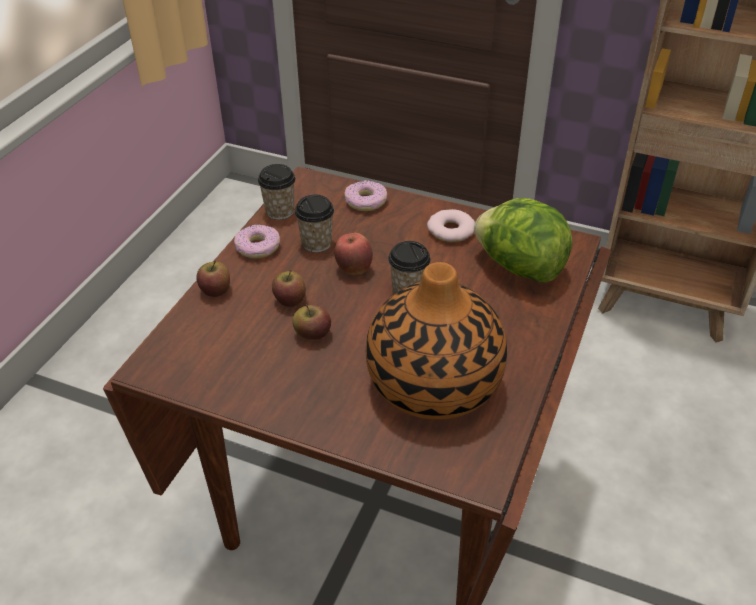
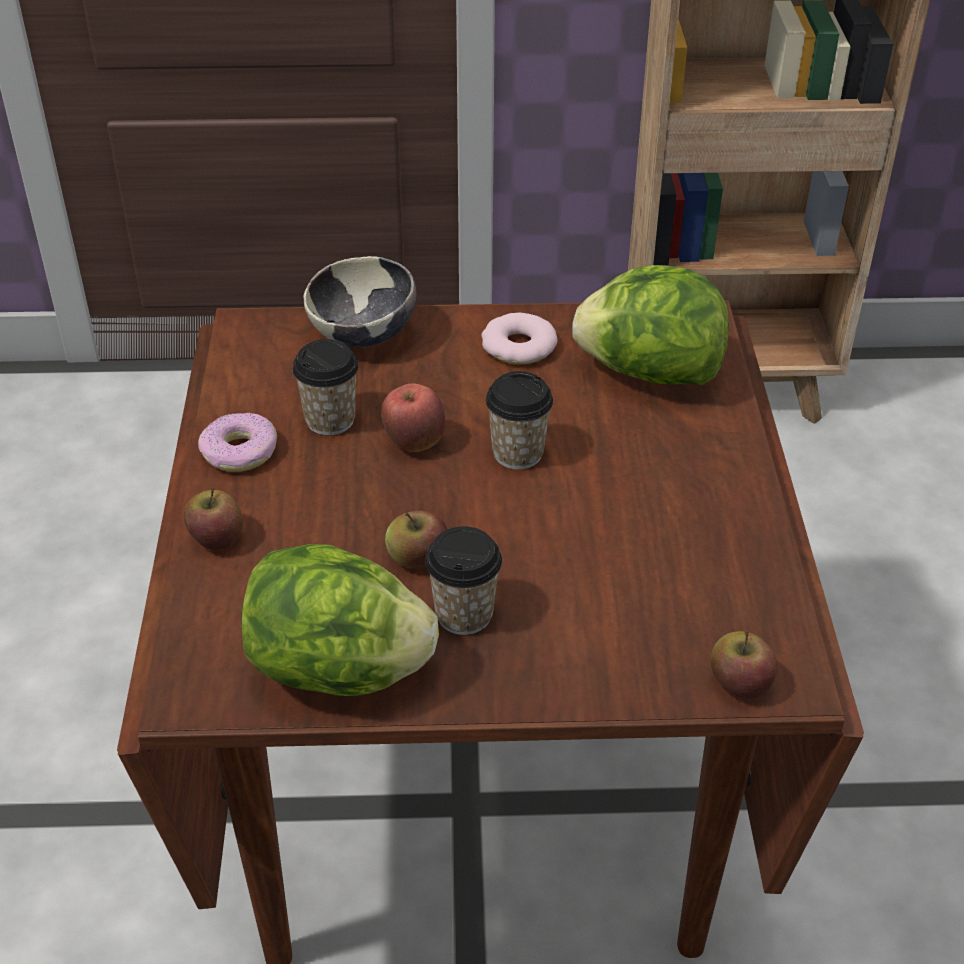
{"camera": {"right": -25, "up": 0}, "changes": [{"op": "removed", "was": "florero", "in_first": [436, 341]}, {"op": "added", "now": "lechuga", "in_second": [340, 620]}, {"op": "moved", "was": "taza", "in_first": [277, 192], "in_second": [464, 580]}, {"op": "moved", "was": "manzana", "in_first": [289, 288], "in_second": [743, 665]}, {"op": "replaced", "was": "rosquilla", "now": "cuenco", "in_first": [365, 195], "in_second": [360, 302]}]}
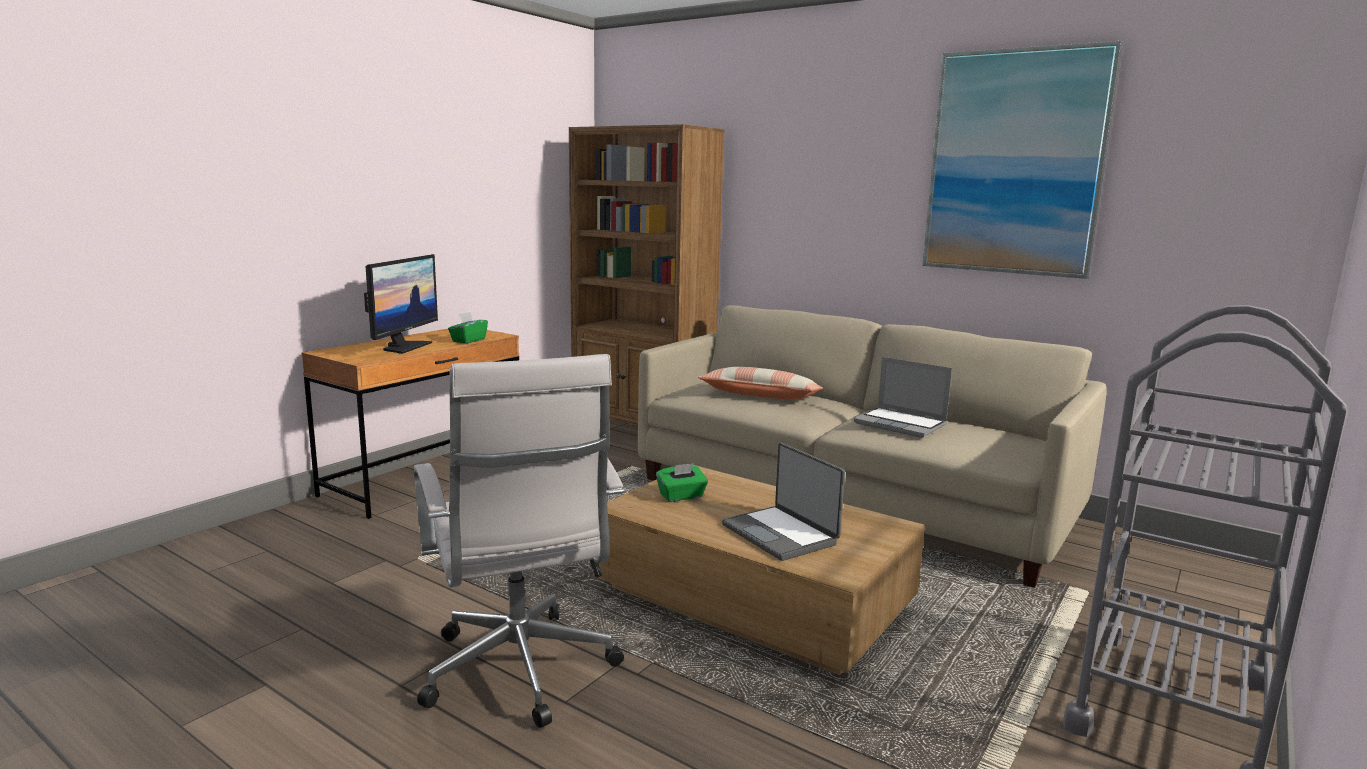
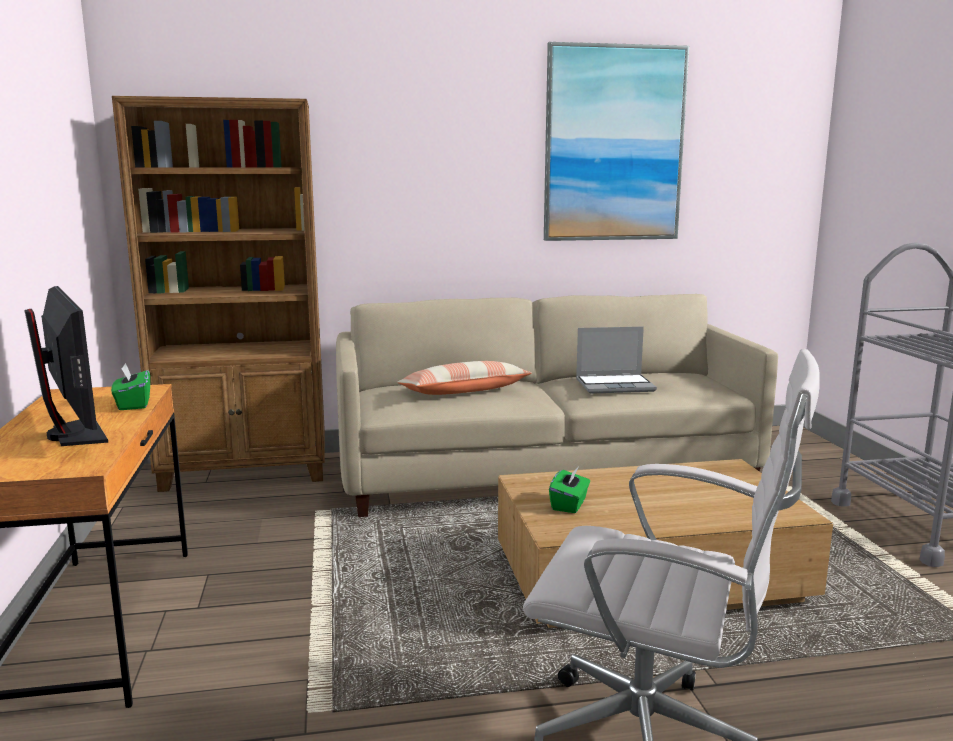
{"camera": {"right": -45, "up": 0}, "changes": [{"op": "removed", "was": "portátil", "in_first": [783, 502]}]}
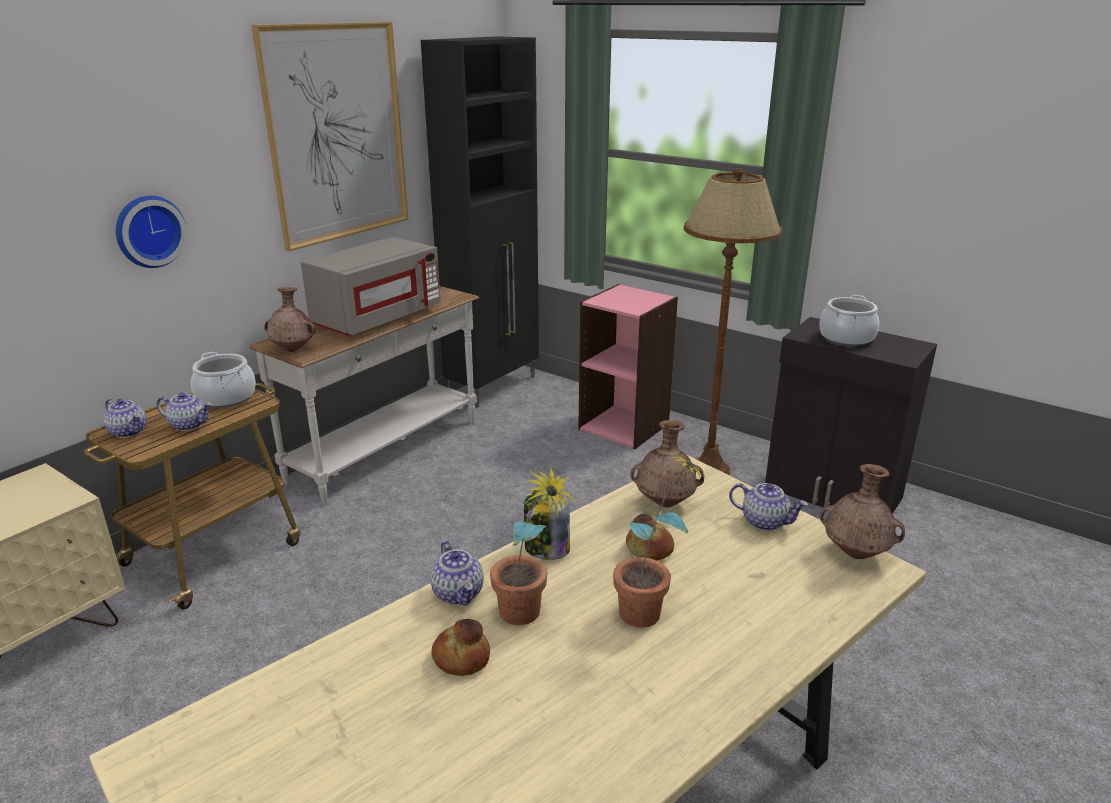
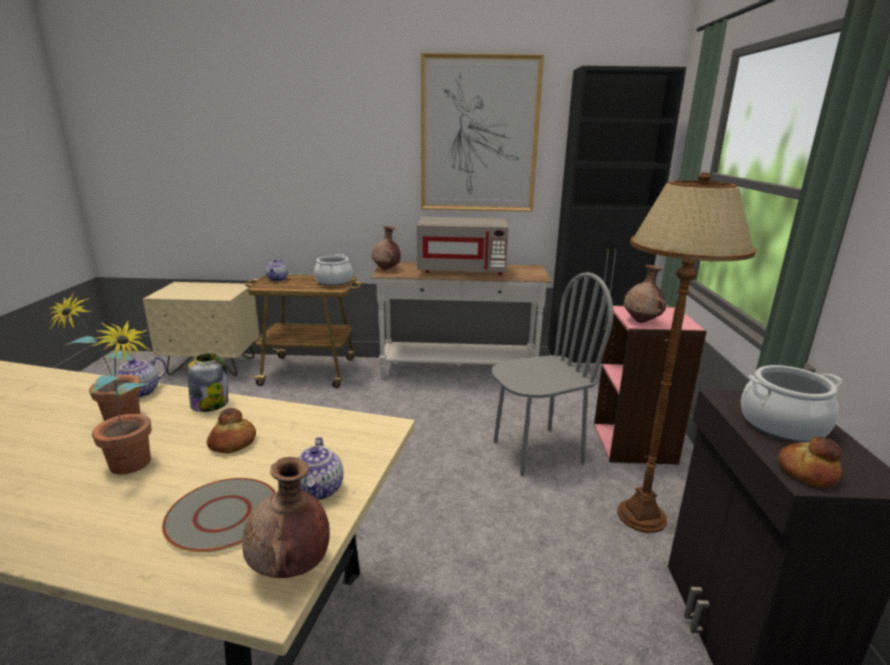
{"camera": {"right": 55, "up": -5}, "changes": [{"op": "removed", "was": "reloj de pared", "in_first": [151, 232]}, {"op": "removed", "was": "tetera", "in_first": [184, 411]}, {"op": "added", "now": "plato/gris", "in_second": [219, 515]}, {"op": "added", "now": "silla/gris", "in_second": [552, 374]}, {"op": "moved", "was": "pan", "in_first": [460, 647], "in_second": [810, 462]}, {"op": "moved", "was": "florero/marrón", "in_first": [667, 463], "in_second": [645, 294]}]}
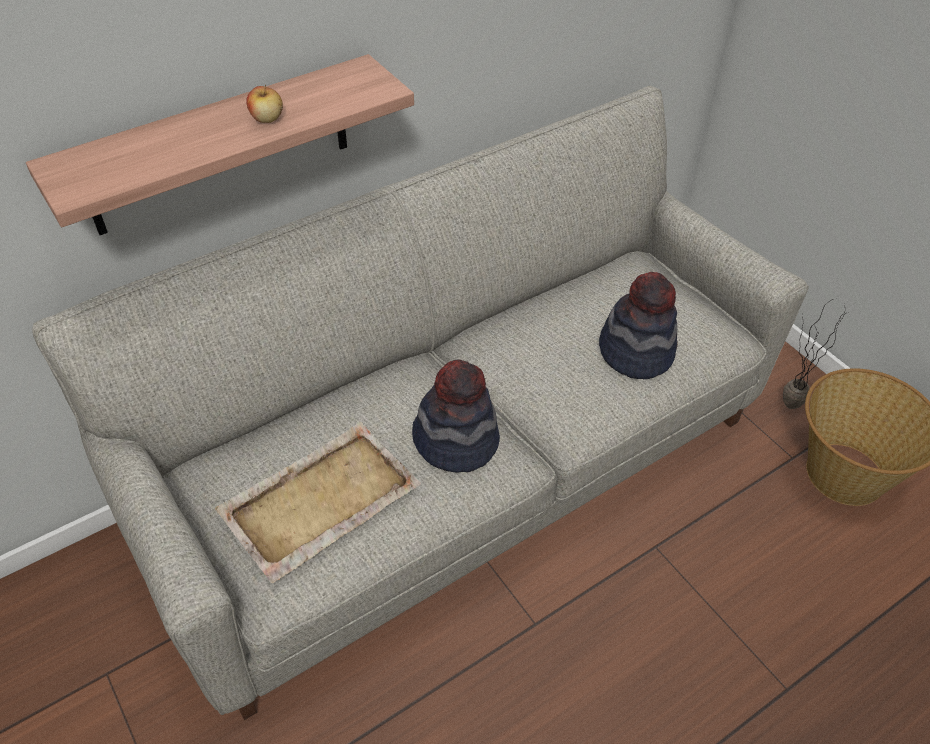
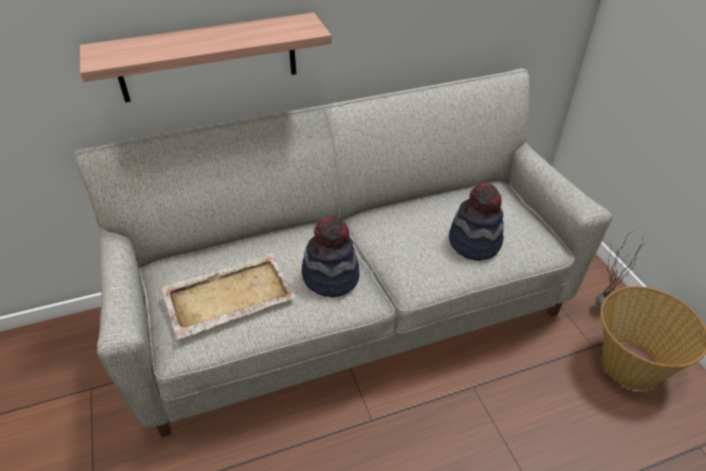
{"camera": {"right": 15, "up": -5}, "changes": [{"op": "removed", "was": "manzana", "in_first": [264, 104]}]}
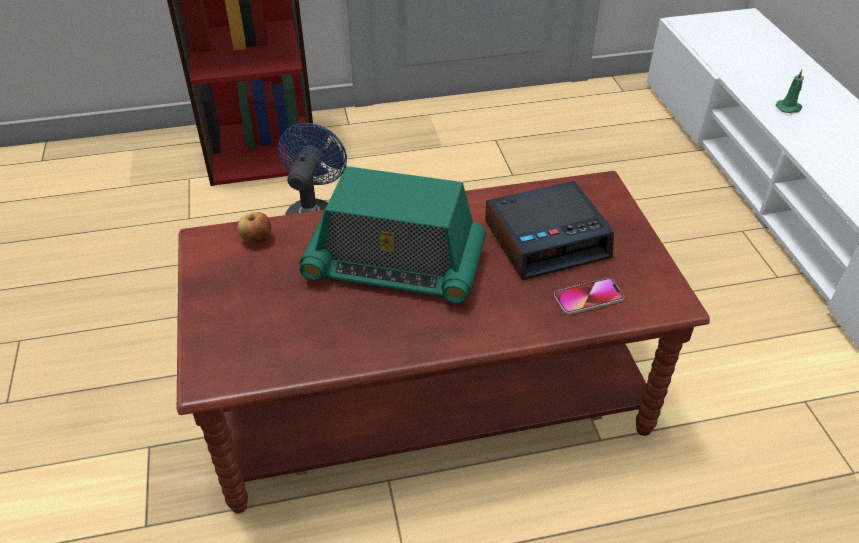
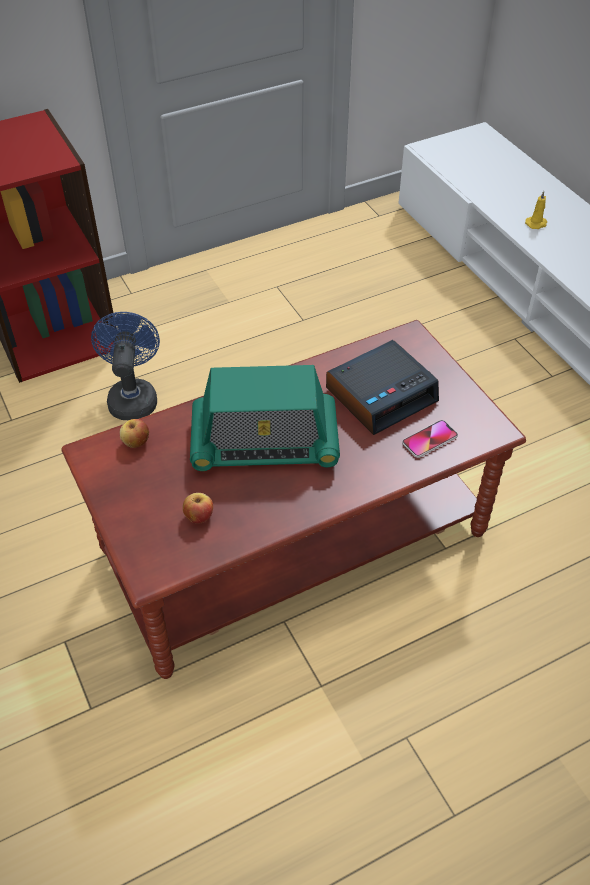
{"camera": {"right": -15, "up": 5}, "changes": [{"op": "added", "now": "manzana", "in_second": [198, 508]}, {"op": "recoloured", "was": "vela/verde", "now": "vela/amarillo", "in_first": [790, 91], "in_second": [536, 210]}]}
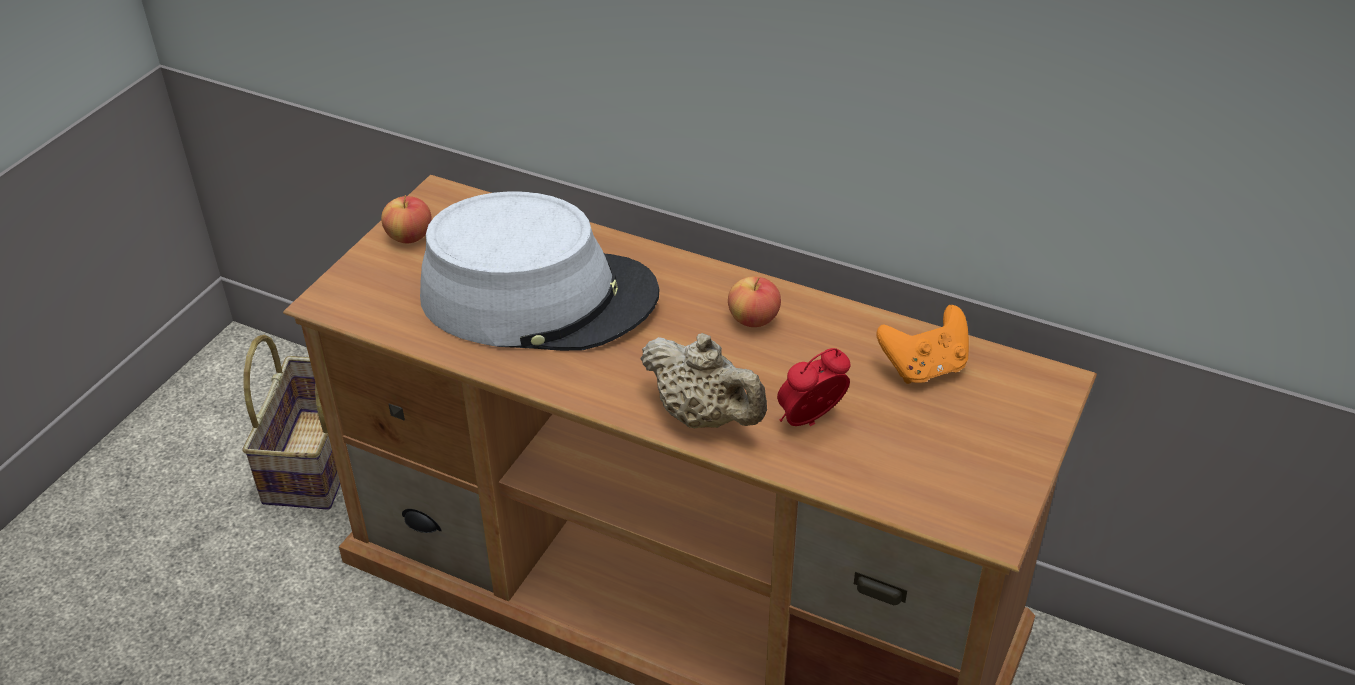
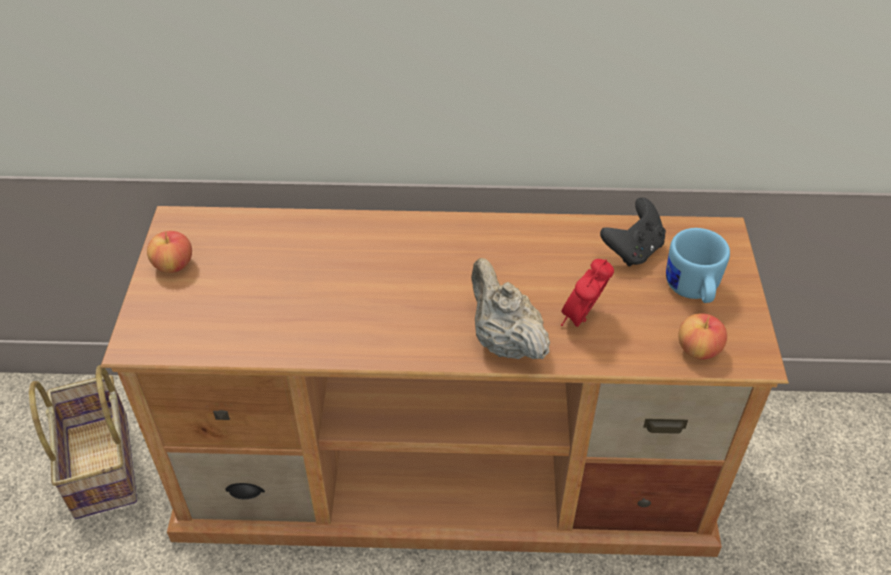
{"camera": {"right": -25, "up": 5}, "changes": [{"op": "removed", "was": "sombrero/gris", "in_first": [540, 271]}, {"op": "added", "now": "taza grande/azul", "in_second": [698, 265]}, {"op": "moved", "was": "manzana", "in_first": [754, 301], "in_second": [702, 336]}, {"op": "recoloured", "was": "mando de consola/naranja", "now": "mando de consola/negro", "in_first": [922, 344], "in_second": [633, 232]}, {"op": "turned", "was": "tetera/beis", "in_first": [703, 380], "in_second": [510, 308], "clockwise": -135}]}
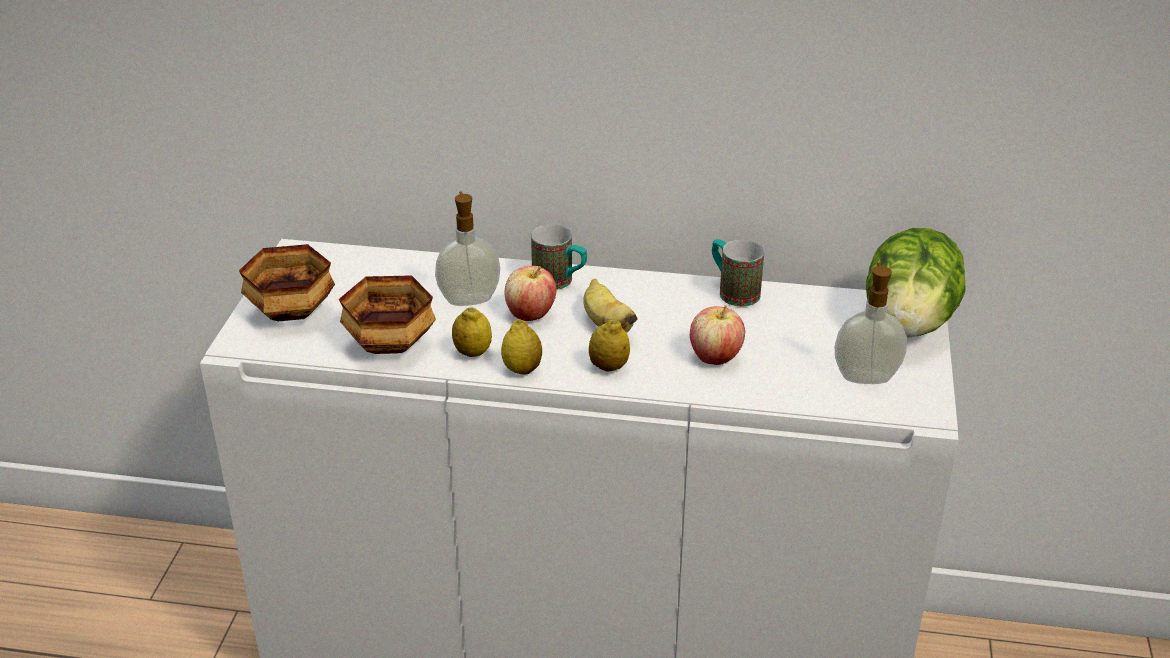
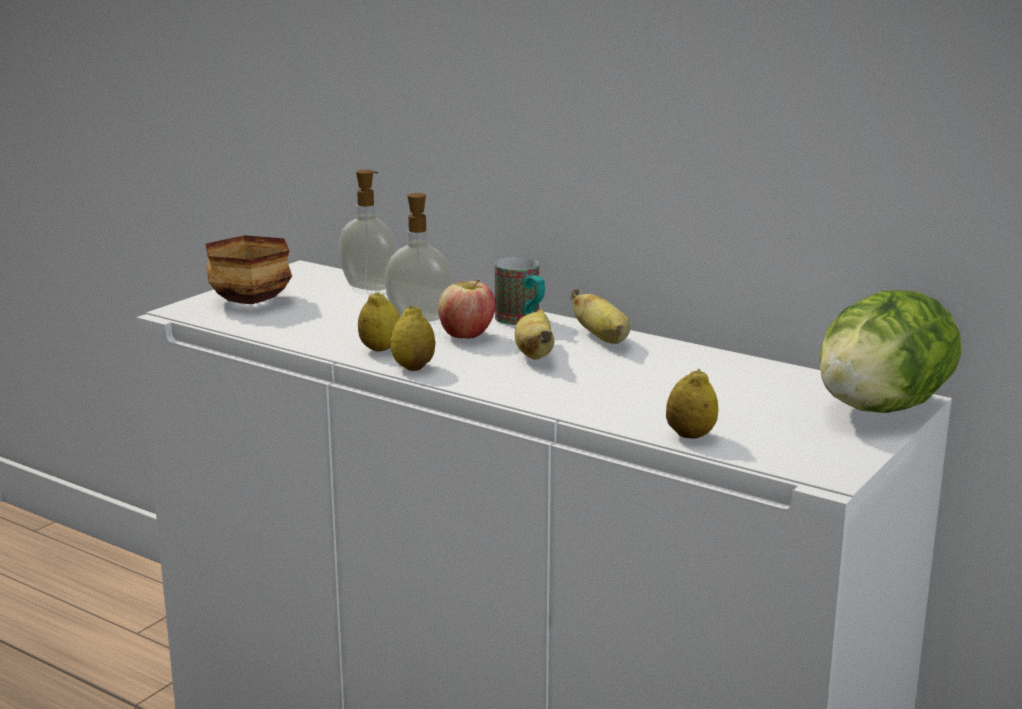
{"camera": {"right": 25, "up": -15}, "changes": [{"op": "removed", "was": "cuenco", "in_first": [387, 314]}, {"op": "removed", "was": "manzana", "in_first": [717, 335]}, {"op": "removed", "was": "taza grande", "in_first": [738, 272]}, {"op": "added", "now": "plátano", "in_second": [600, 316]}, {"op": "moved", "was": "limón", "in_first": [609, 345], "in_second": [692, 403]}, {"op": "moved", "was": "dispensador de jabón", "in_first": [871, 323], "in_second": [367, 230]}]}
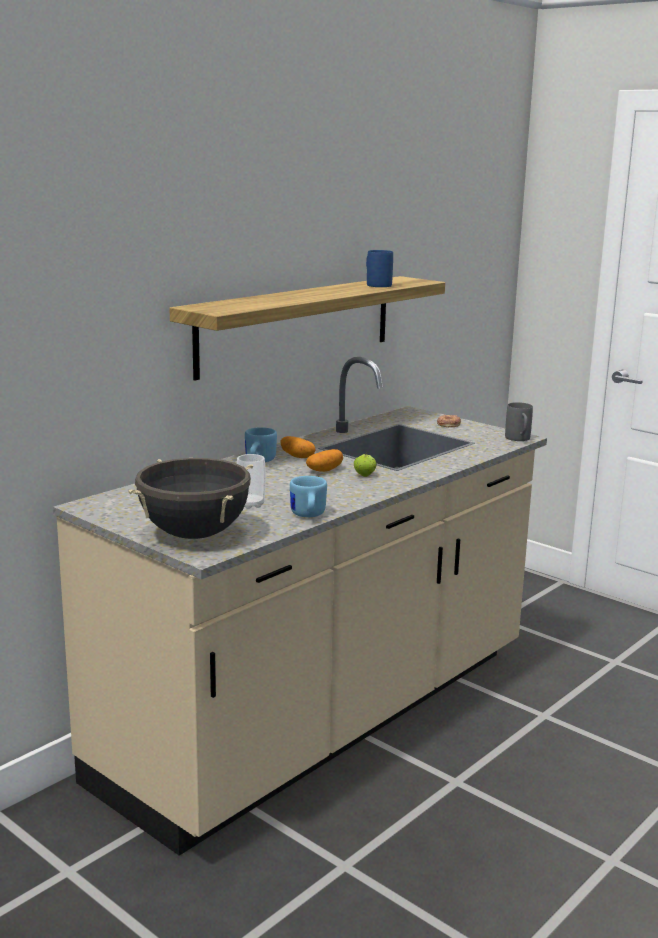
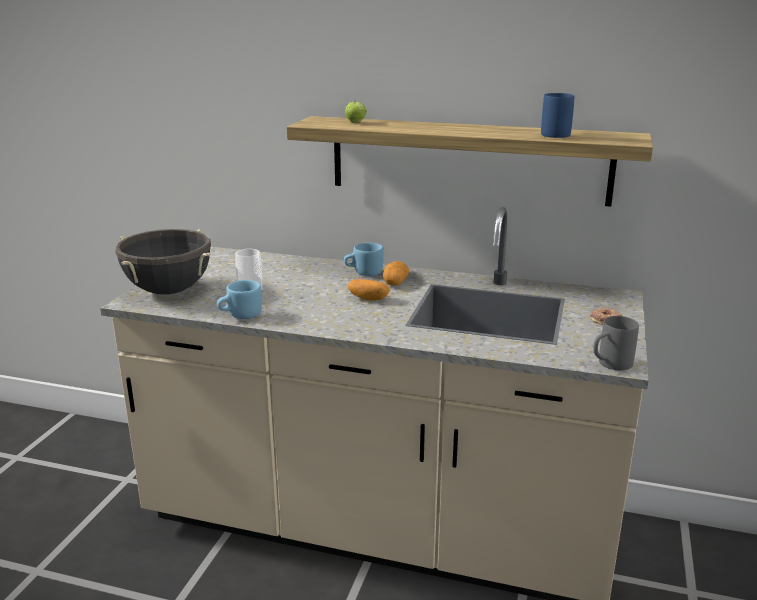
{"camera": {"right": 65, "up": 5}, "changes": [{"op": "moved", "was": "manzana", "in_first": [365, 465], "in_second": [356, 111]}]}
